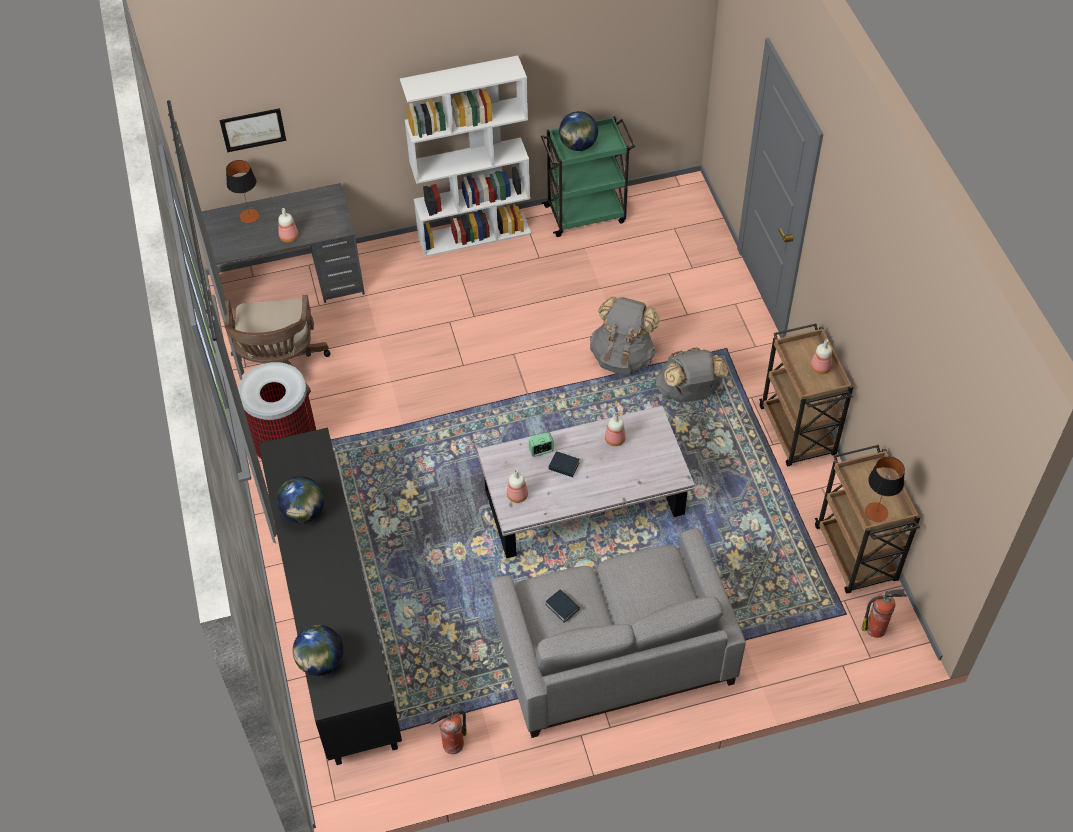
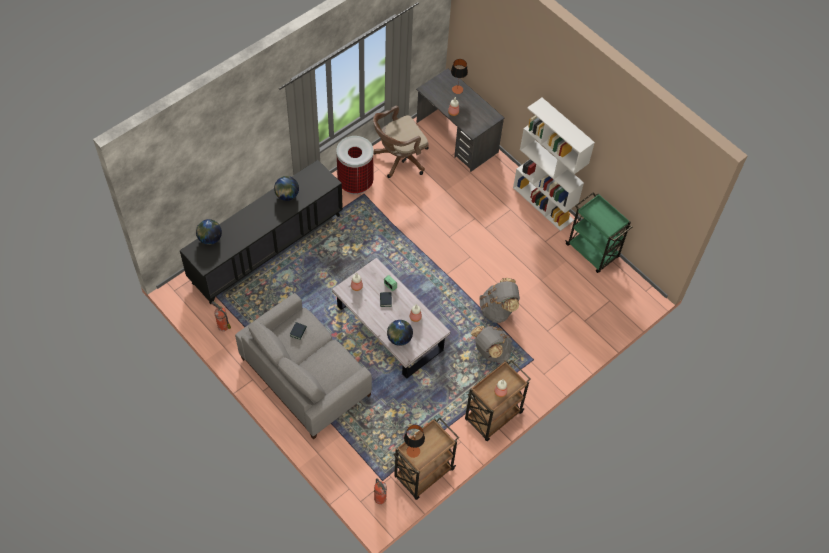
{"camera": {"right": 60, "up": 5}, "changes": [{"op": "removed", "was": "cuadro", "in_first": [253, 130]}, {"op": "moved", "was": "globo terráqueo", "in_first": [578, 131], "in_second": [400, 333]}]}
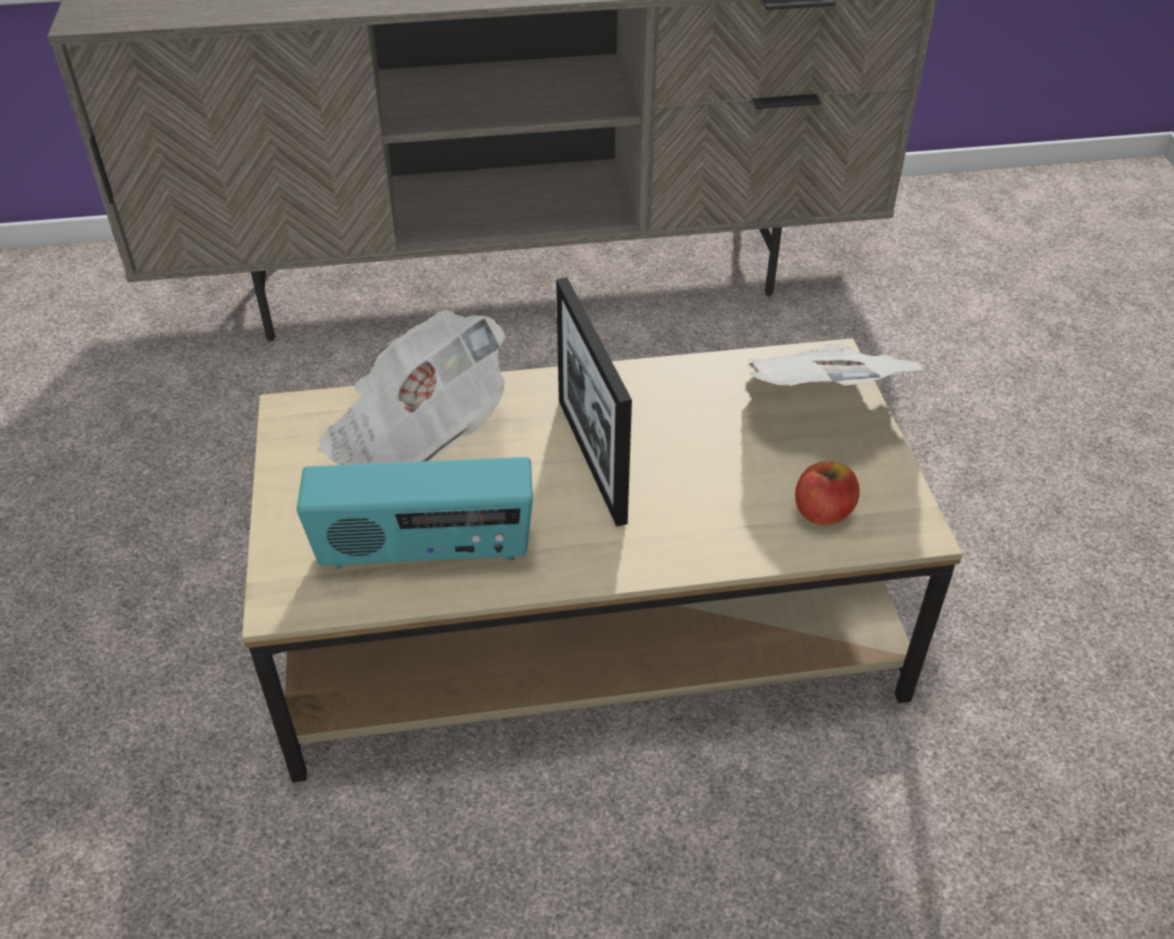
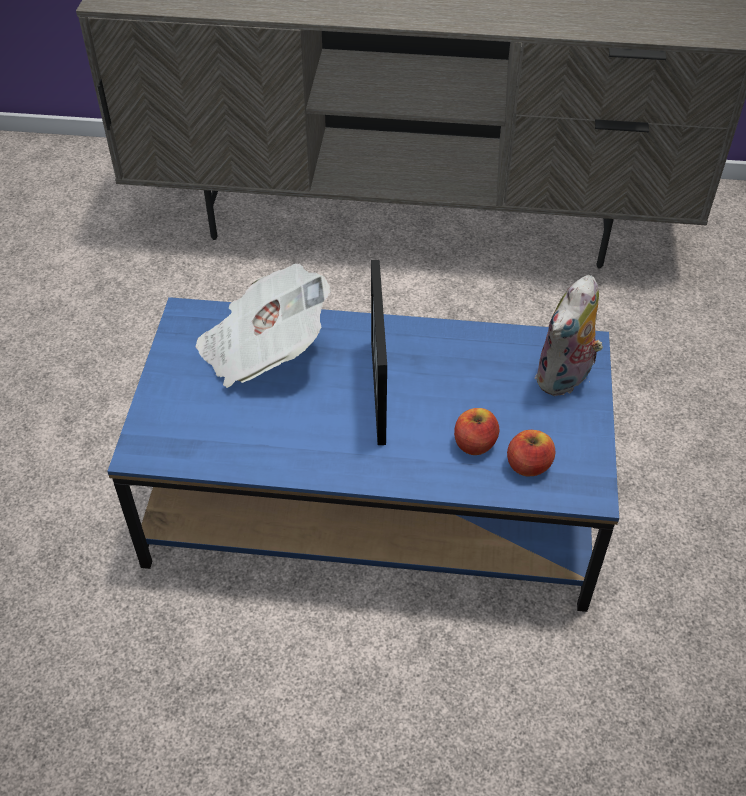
{"camera": {"right": 15, "up": 5}, "changes": [{"op": "removed", "was": "radio", "in_first": [415, 513]}, {"op": "added", "now": "manzana", "in_second": [476, 431]}, {"op": "replaced", "was": "periódico", "now": "peluche", "in_first": [834, 365], "in_second": [568, 335]}, {"op": "recoloured", "was": "mesa de centro/beis", "now": "mesa de centro/azul", "in_first": [602, 560], "in_second": [363, 454]}]}
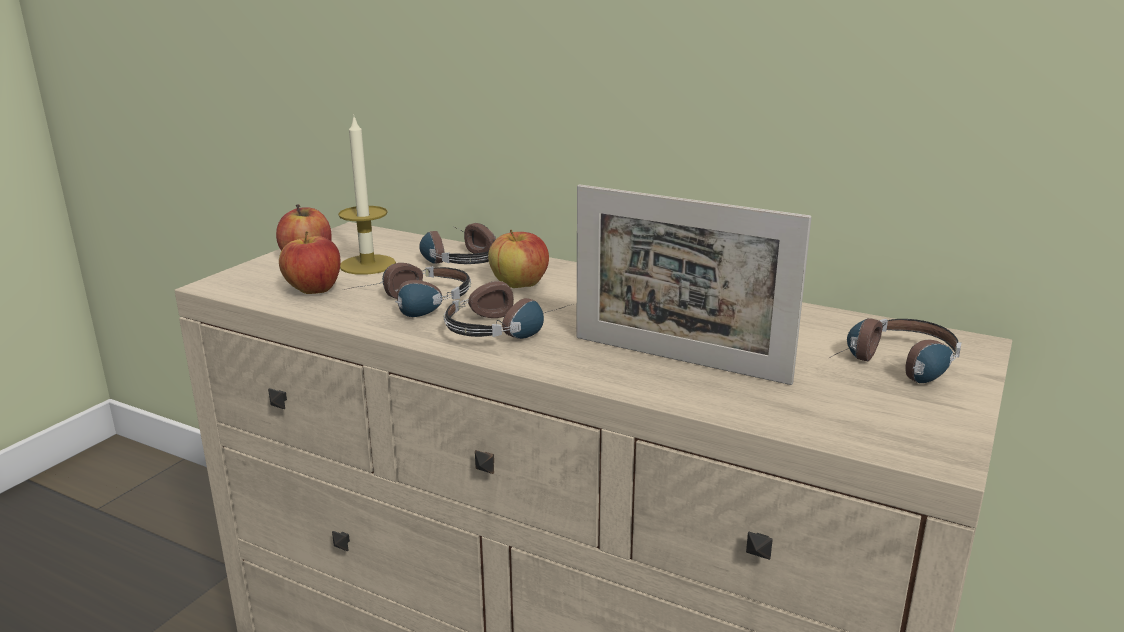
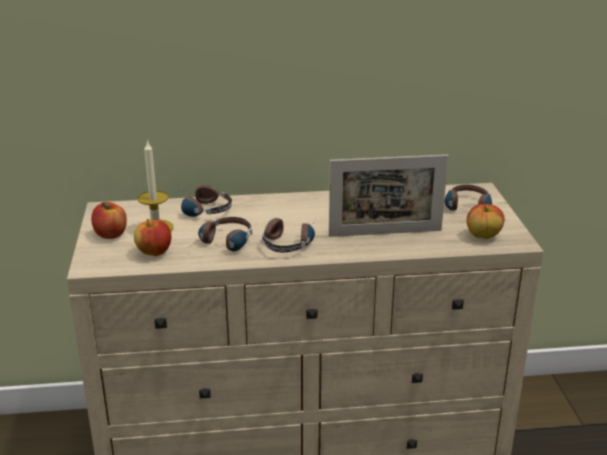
{"camera": {"right": -35, "up": 5}, "changes": [{"op": "moved", "was": "manzana", "in_first": [518, 259], "in_second": [486, 221]}]}
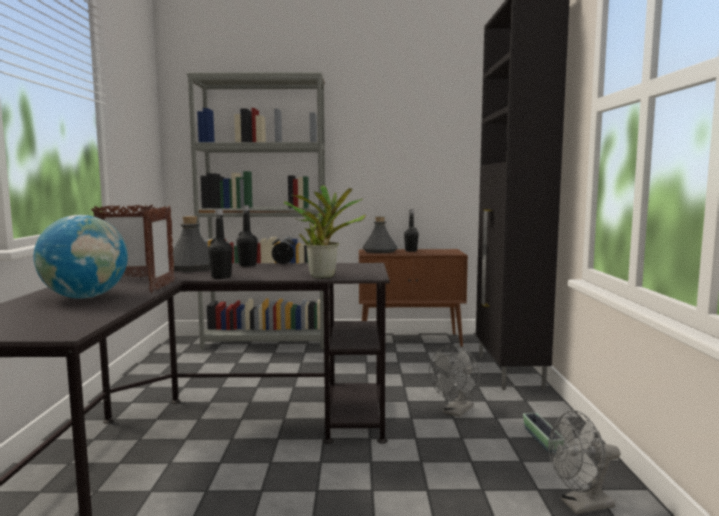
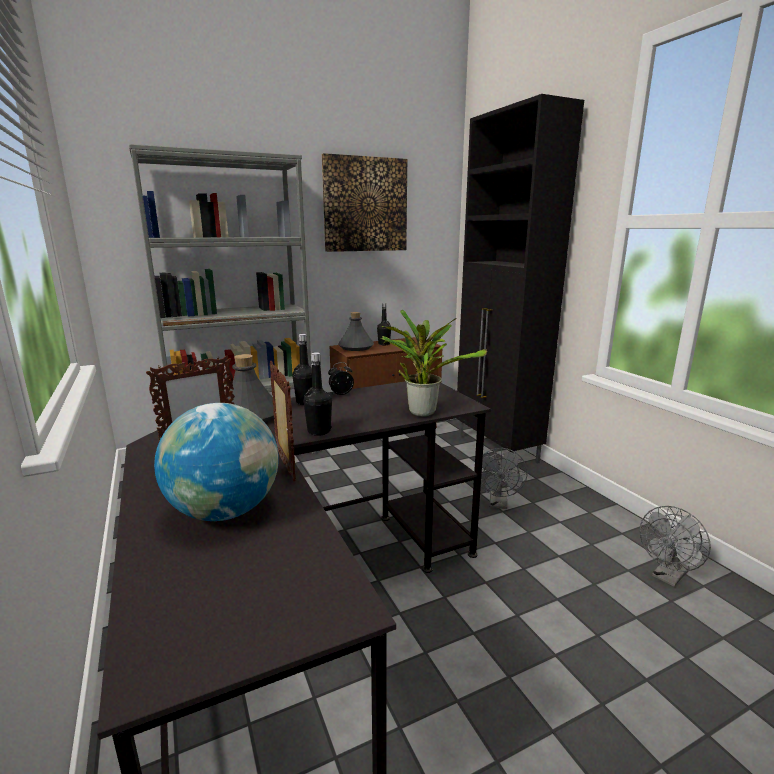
{"camera": {"right": -25, "up": 10}, "changes": [{"op": "removed", "was": "maceta", "in_first": [544, 433]}, {"op": "added", "now": "cuadro", "in_second": [364, 202]}]}
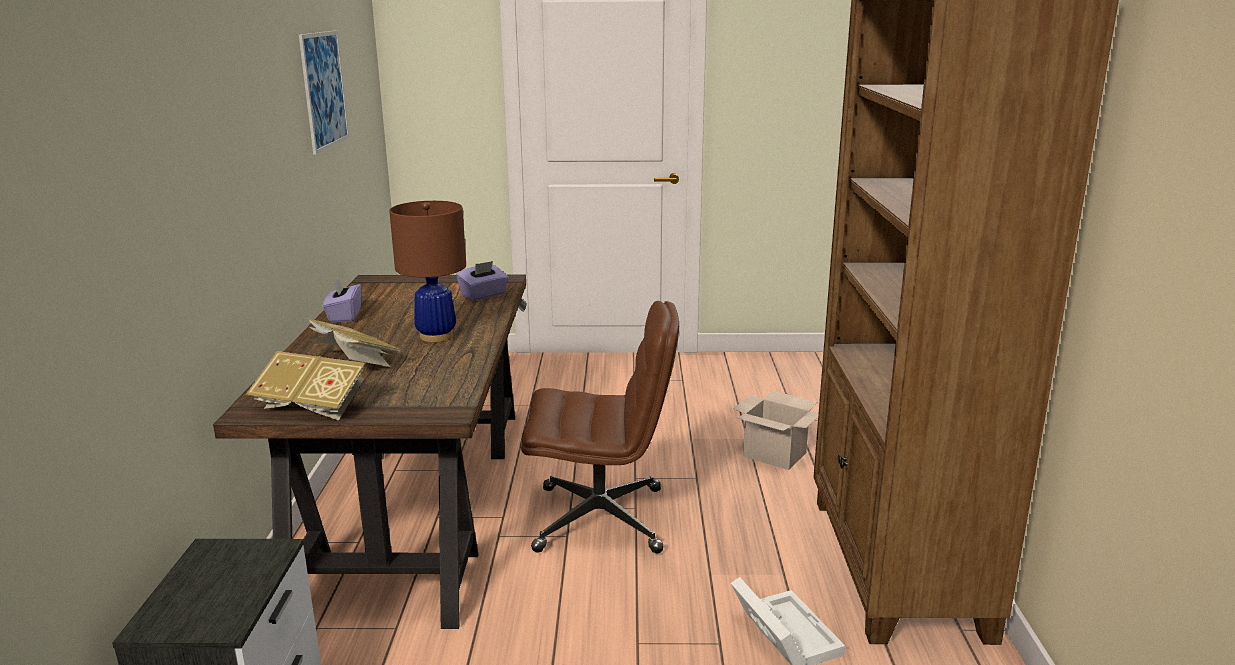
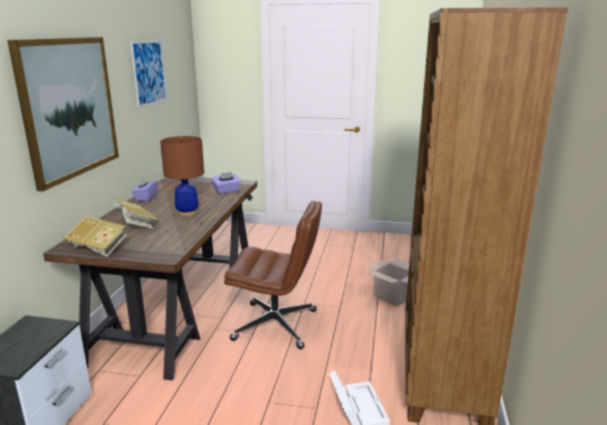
{"camera": {"right": 10, "up": 0}, "changes": [{"op": "added", "now": "cuadro", "in_second": [63, 114]}]}
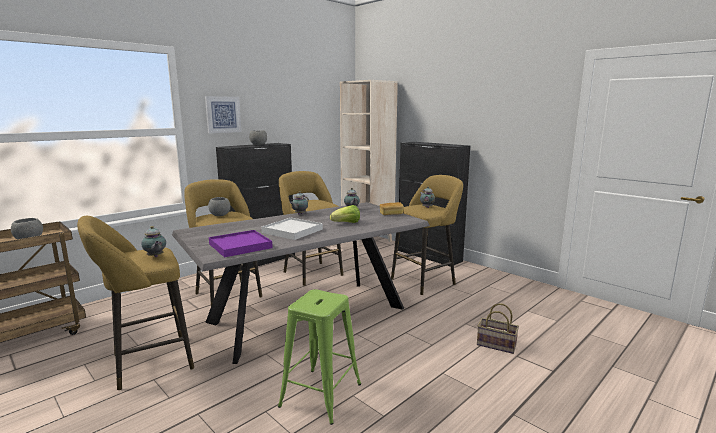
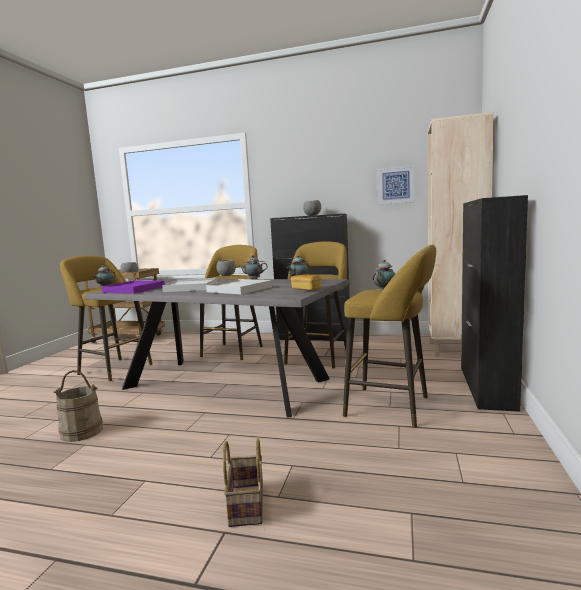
{"camera": {"right": 60, "up": -5}, "changes": [{"op": "moved", "was": "cuadro", "in_first": [223, 114], "in_second": [396, 185]}, {"op": "replaced", "was": "taburete/verde", "now": "cubo/beis", "in_first": [319, 357], "in_second": [78, 406]}, {"op": "replaced", "was": "lechuga", "now": "bandeja/blanco", "in_first": [345, 214], "in_second": [239, 286]}]}
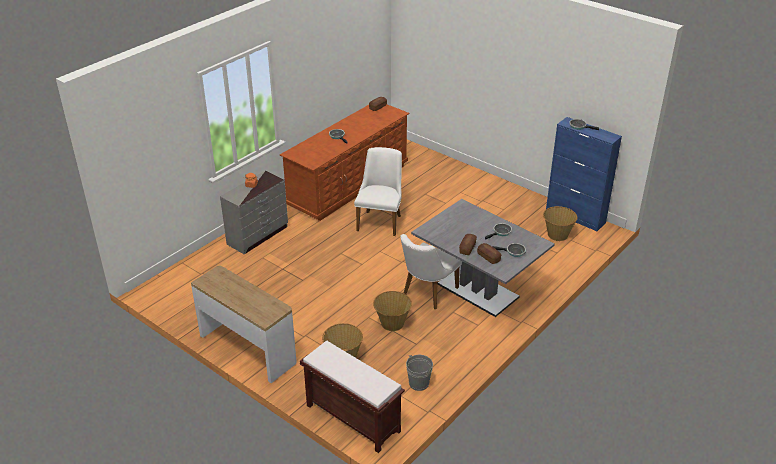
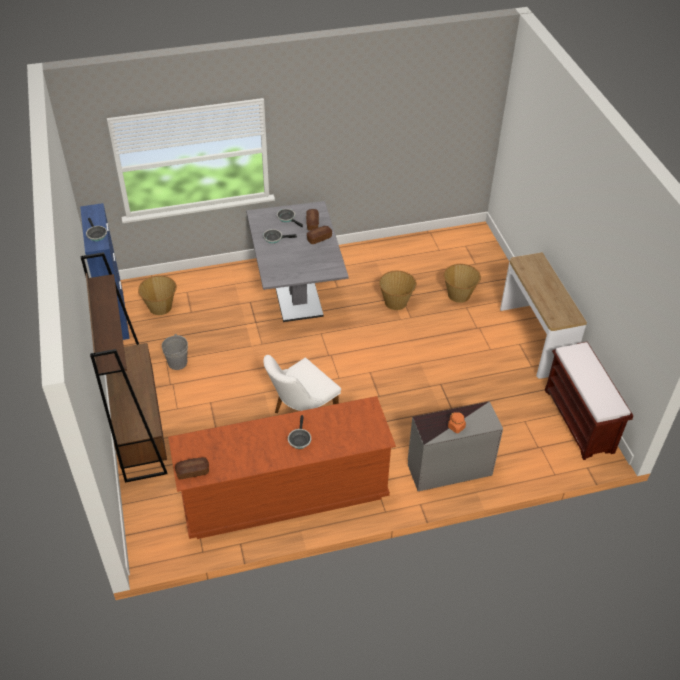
{"camera": {"right": -145, "up": 10}, "changes": [{"op": "removed", "was": "silla/blanco", "in_first": [431, 271]}, {"op": "added", "now": "estantería/marrón", "in_second": [124, 367]}, {"op": "moved", "was": "banco/marrón", "in_first": [352, 397], "in_second": [589, 401]}, {"op": "moved", "was": "cubo/gris", "in_first": [419, 373], "in_second": [175, 352]}]}
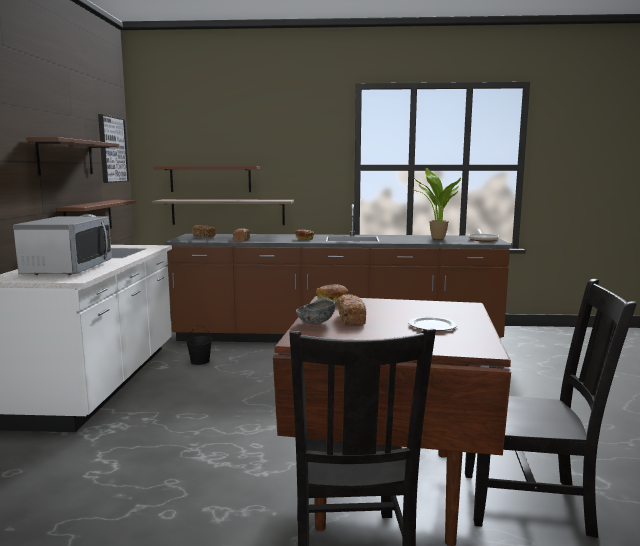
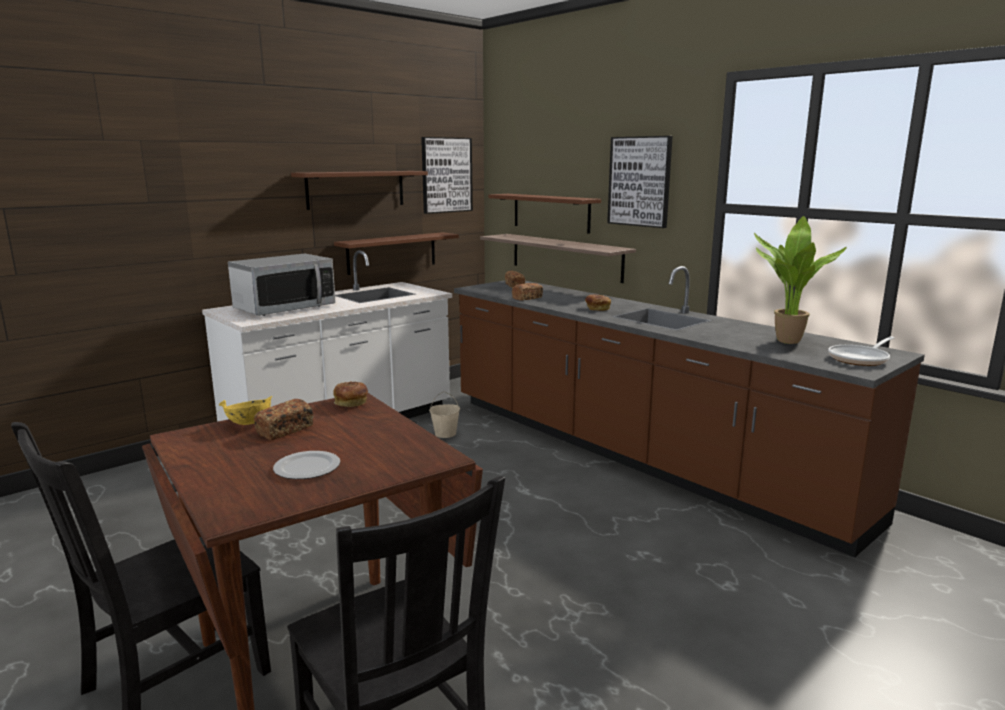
{"camera": {"right": 45, "up": 5}, "changes": [{"op": "added", "now": "cuadro", "in_second": [640, 182]}, {"op": "recoloured", "was": "cubo/negro", "now": "cubo/beis", "in_first": [199, 345], "in_second": [444, 414]}, {"op": "recoloured", "was": "cuenco/gris", "now": "cuenco/amarillo", "in_first": [315, 310], "in_second": [245, 410]}]}
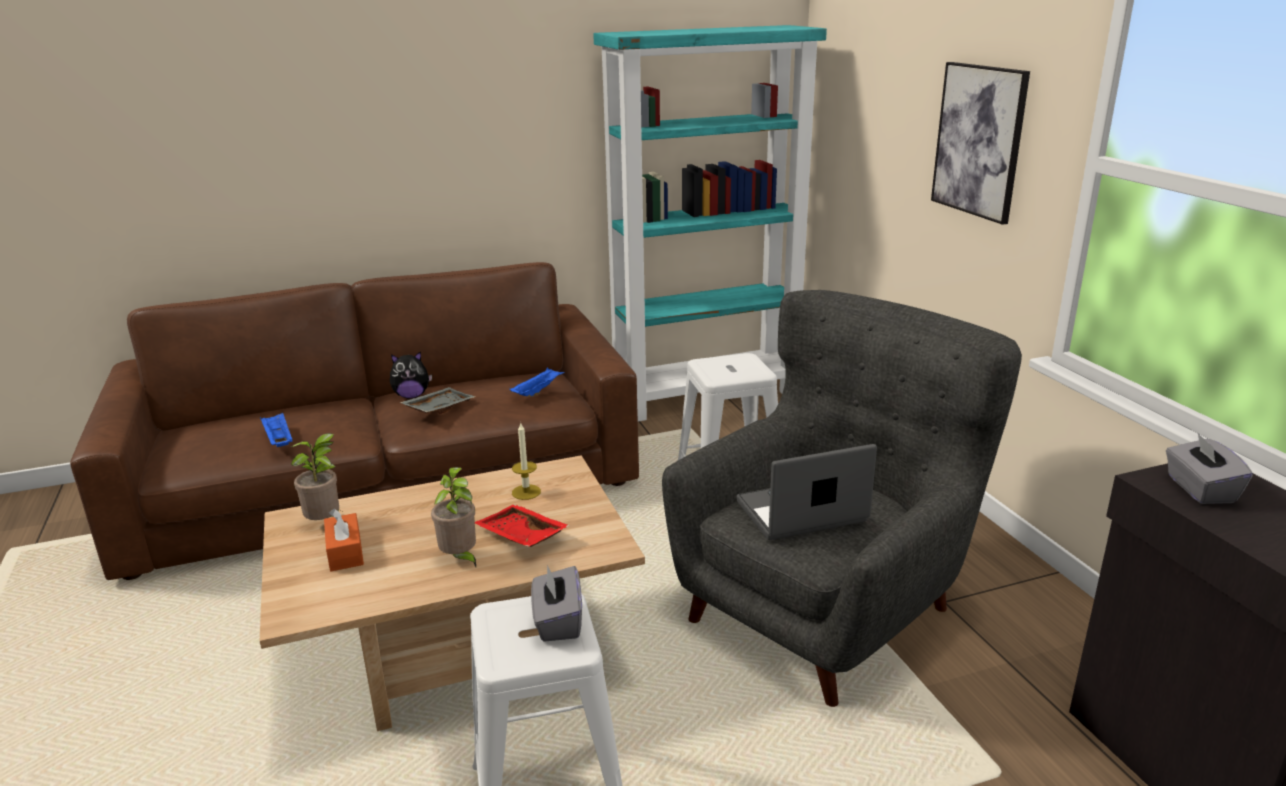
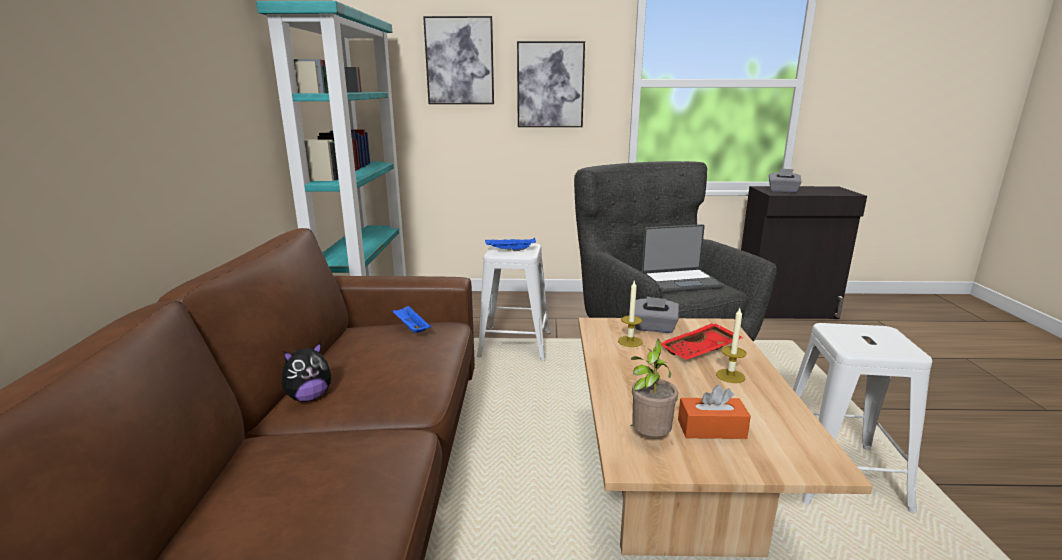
{"camera": {"right": -70, "up": -5}, "changes": [{"op": "removed", "was": "bandeja/gris", "in_first": [437, 400]}, {"op": "added", "now": "cuadro", "in_second": [458, 60]}, {"op": "moved", "was": "bandeja/azul", "in_first": [276, 429], "in_second": [510, 244]}, {"op": "moved", "was": "caja de pañuelos/gris", "in_first": [556, 603], "in_second": [657, 315]}, {"op": "replaced", "was": "planta en maceta", "now": "vela", "in_first": [453, 517], "in_second": [731, 345]}, {"op": "turned", "was": "peluche", "in_first": [411, 375], "in_second": [306, 372], "clockwise": 45}, {"op": "turned", "was": "portátil", "in_first": [807, 492], "in_second": [682, 258], "clockwise": -105}]}
